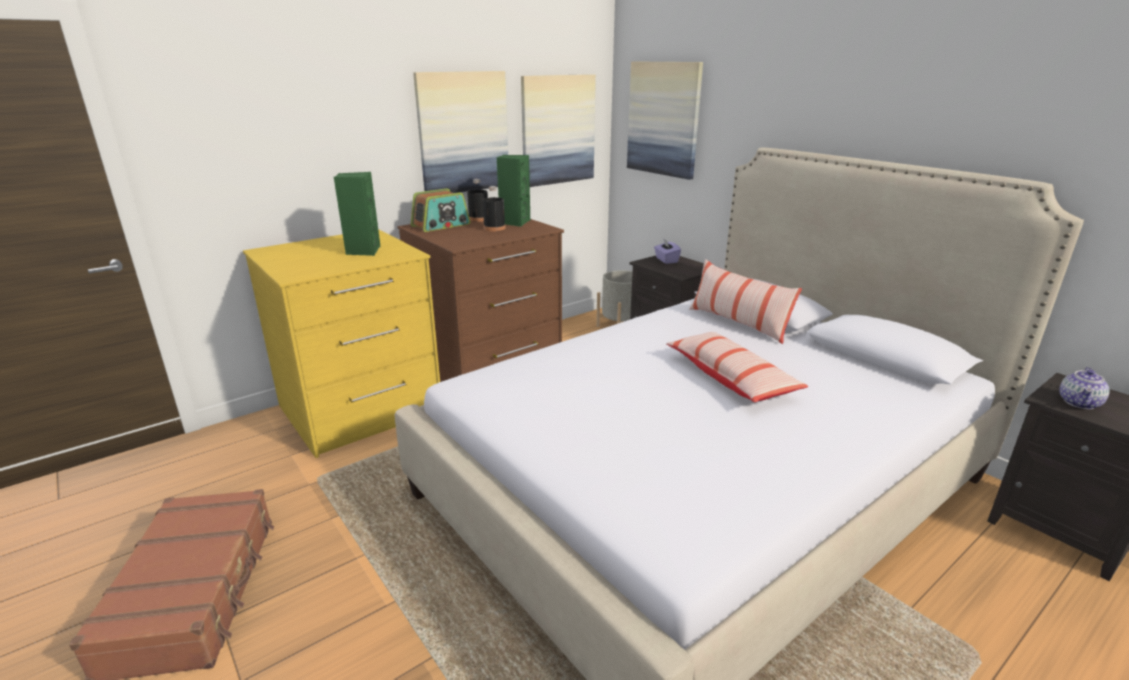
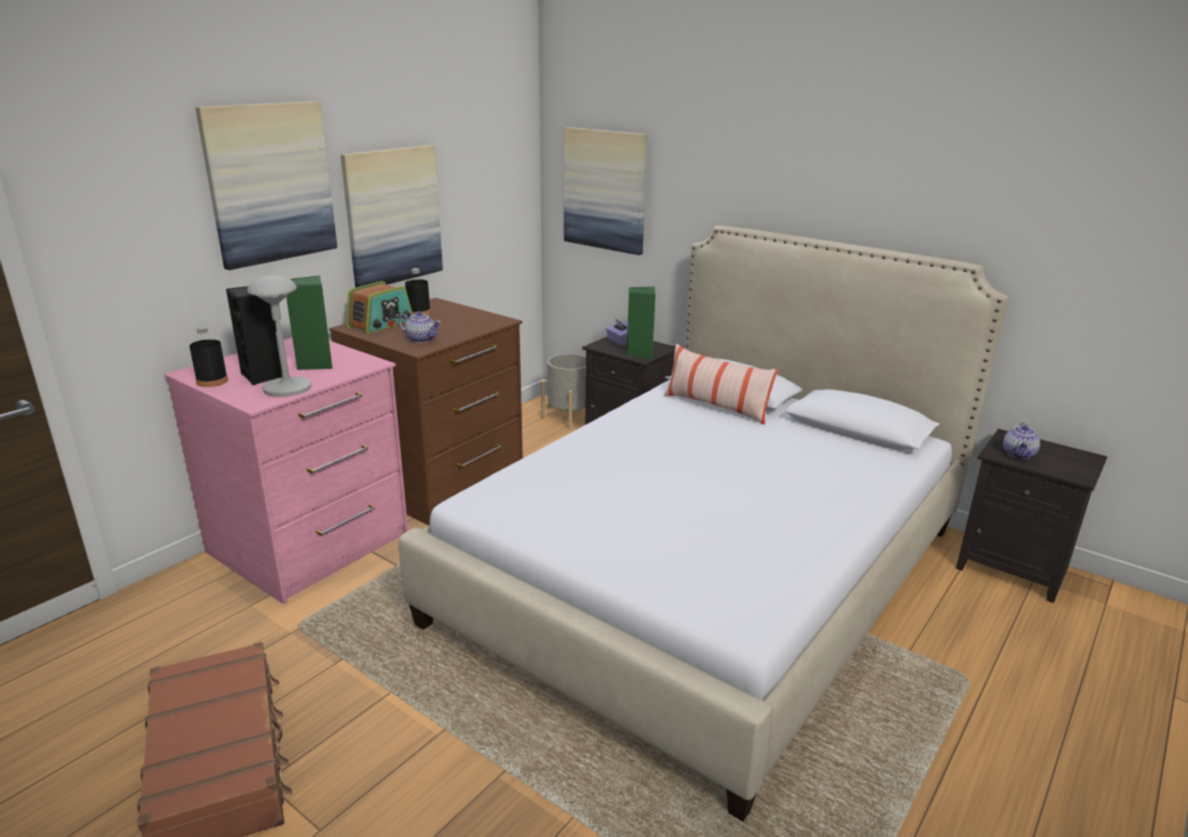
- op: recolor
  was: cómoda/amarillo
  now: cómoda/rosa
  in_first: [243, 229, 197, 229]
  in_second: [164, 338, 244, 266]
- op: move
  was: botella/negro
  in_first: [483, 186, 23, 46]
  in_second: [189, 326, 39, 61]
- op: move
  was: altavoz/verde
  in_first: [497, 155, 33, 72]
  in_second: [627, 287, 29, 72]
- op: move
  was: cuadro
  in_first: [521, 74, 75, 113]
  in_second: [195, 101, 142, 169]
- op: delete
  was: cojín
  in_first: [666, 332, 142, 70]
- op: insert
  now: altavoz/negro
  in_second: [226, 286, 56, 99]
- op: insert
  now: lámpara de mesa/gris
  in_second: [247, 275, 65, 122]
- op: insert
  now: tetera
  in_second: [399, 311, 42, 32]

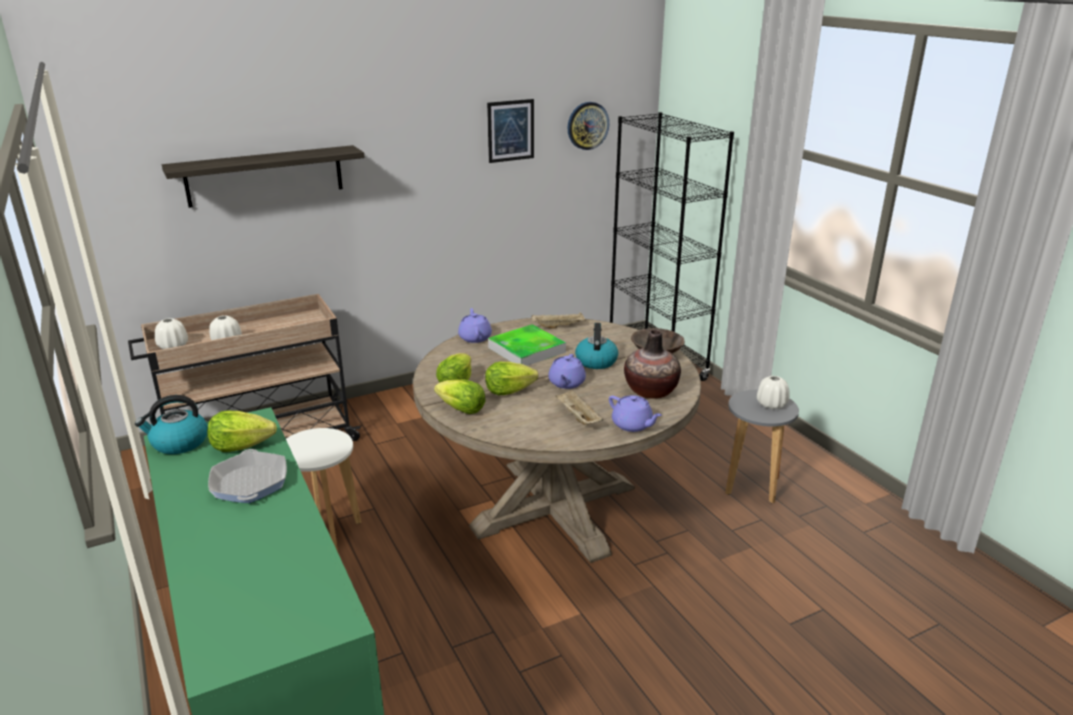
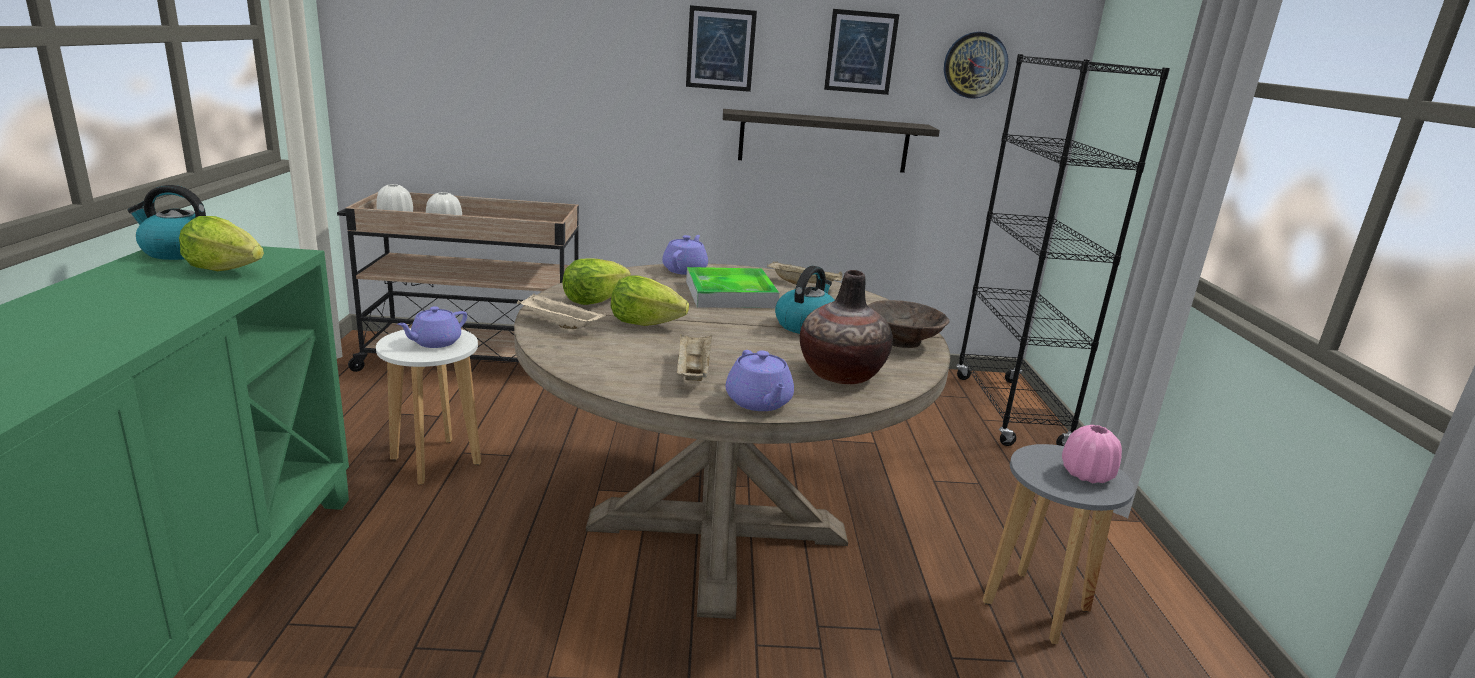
- op: move
  was: estante
  in_first: [162, 145, 203, 63]
  in_second: [723, 109, 217, 64]
- op: delete
  was: sartén
  in_first: [208, 449, 79, 54]
- op: replace
  was: lechuga
  now: bandeja/beis
  in_first: [434, 379, 51, 35]
  in_second: [517, 293, 89, 36]
- op: move
  was: tetera/morado
  in_first: [548, 354, 38, 35]
  in_second: [397, 306, 70, 42]
- op: recolor
  was: florero/blanco
  now: florero/rosa
  in_first: [757, 376, 33, 33]
  in_second: [1062, 425, 60, 58]
- op: insert
  now: cuadro
  in_second: [686, 5, 71, 87]

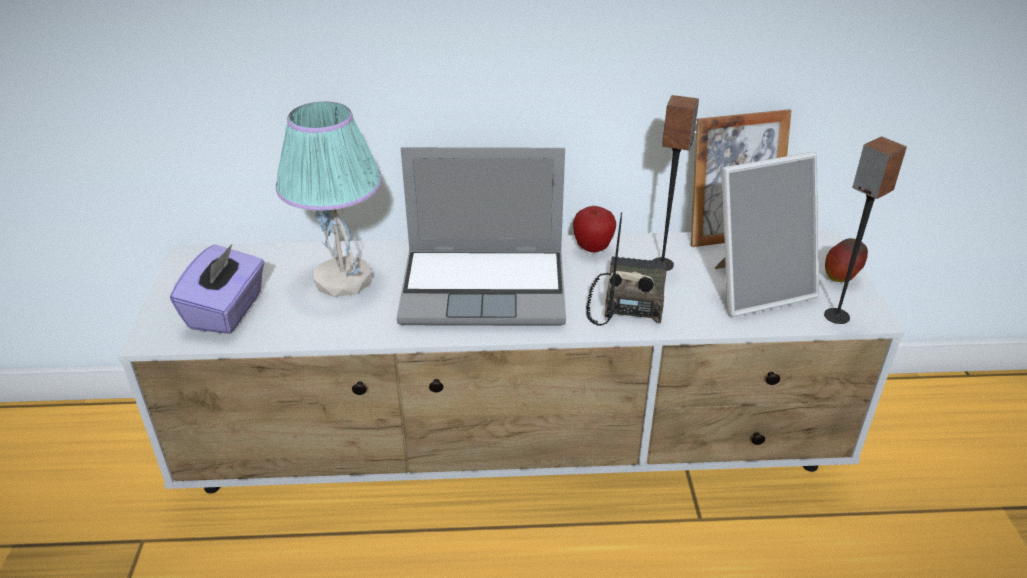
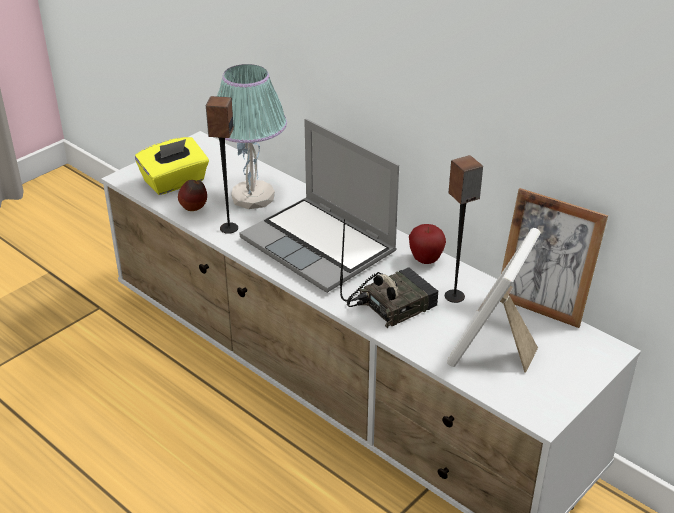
- op: recolor
  was: caja de pañuelos/morado
  now: caja de pañuelos/amarillo
  in_first: [170, 244, 95, 90]
  in_second: [135, 137, 74, 58]
- op: rotate
  was: portarretratos
  in_first: [715, 152, 104, 165]
  in_second: [447, 228, 94, 144]
  clockwise: 90
- op: move
  was: altavoz
  in_first: [824, 136, 83, 188]
  in_second: [206, 96, 32, 138]
- op: move
  was: manzana
  in_first: [825, 238, 43, 44]
  in_second: [178, 180, 29, 31]

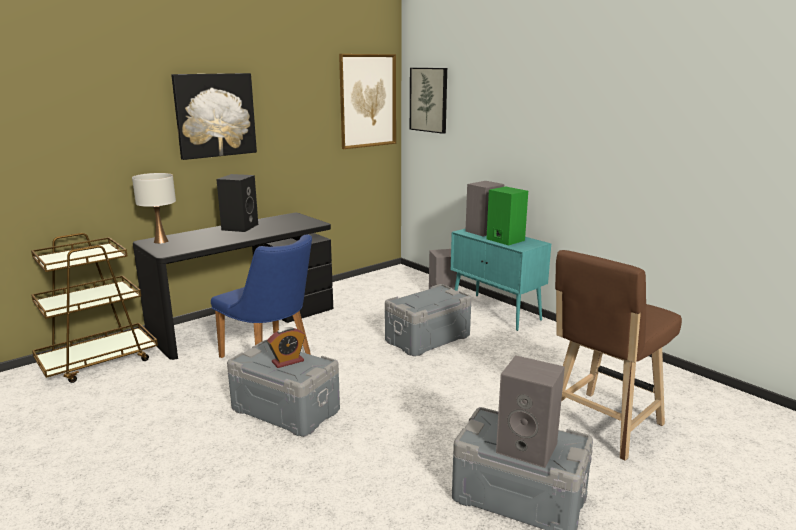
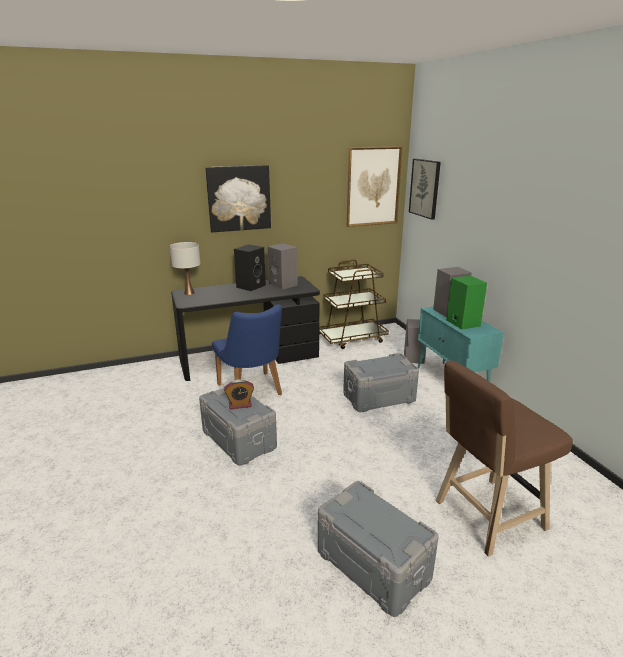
- op: move
  was: carrito/marrón
  in_first: [31, 233, 127, 150]
  in_second: [319, 260, 70, 89]
- op: move
  was: altavoz/gris
  in_first: [496, 355, 69, 113]
  in_second: [267, 243, 31, 47]

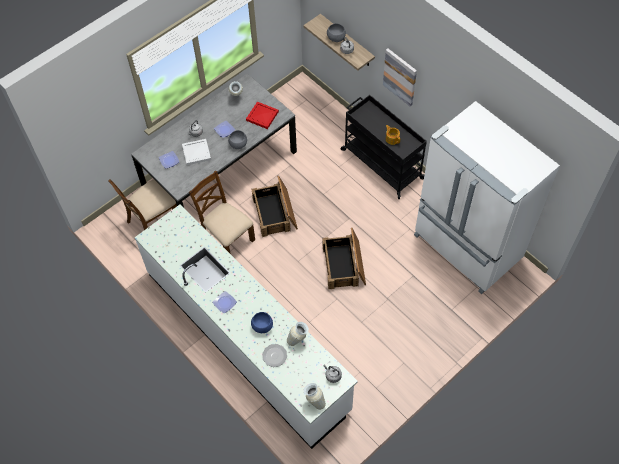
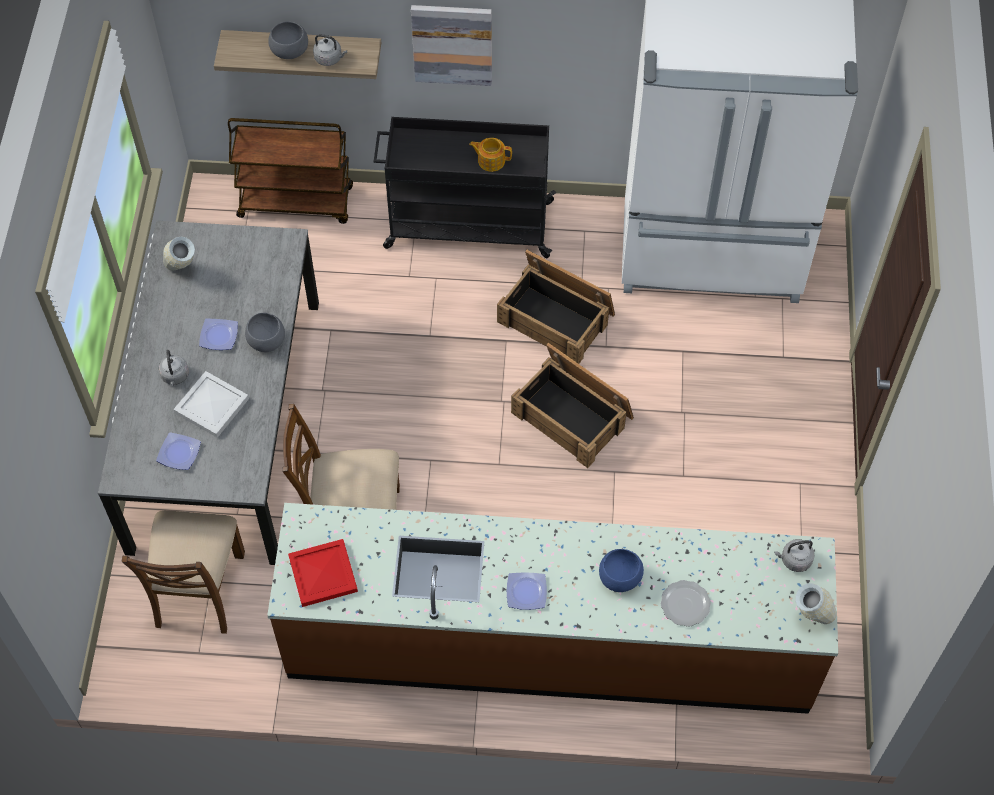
- op: recolor
  was: mueble bajo de cocina/blanco
  now: mueble bajo de cocina/marrón
  in_first: [134, 204, 224, 245]
  in_second: [267, 503, 571, 211]
- op: move
  was: bandeja/rojo
  in_first: [246, 102, 33, 27]
  in_second: [288, 539, 70, 68]
- op: move
  was: caja de embalaje
  in_first: [252, 176, 46, 61]
  in_second: [497, 250, 118, 114]
- op: delete
  was: florero
  in_first: [287, 322, 22, 24]
- op: insert
  now: carrito/marrón
  in_second: [228, 118, 125, 106]

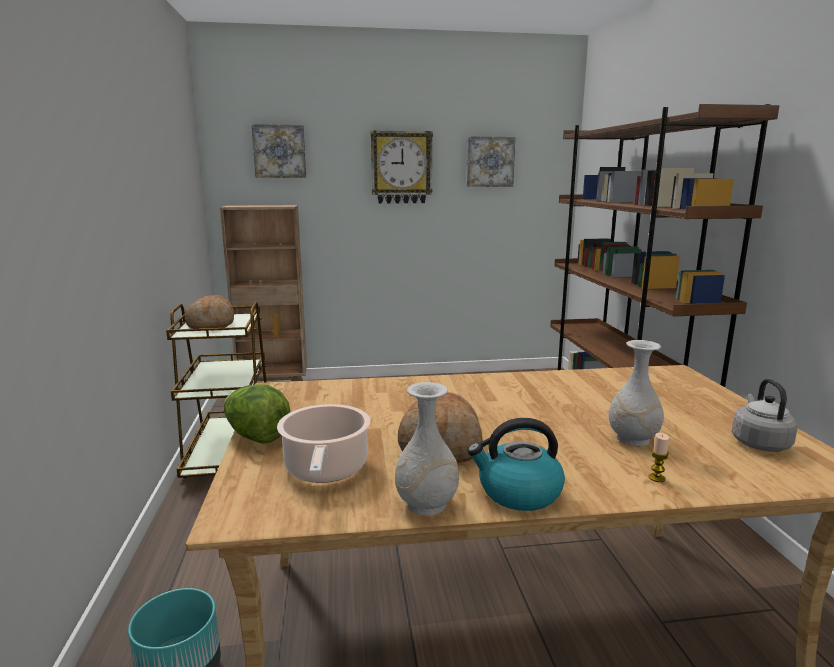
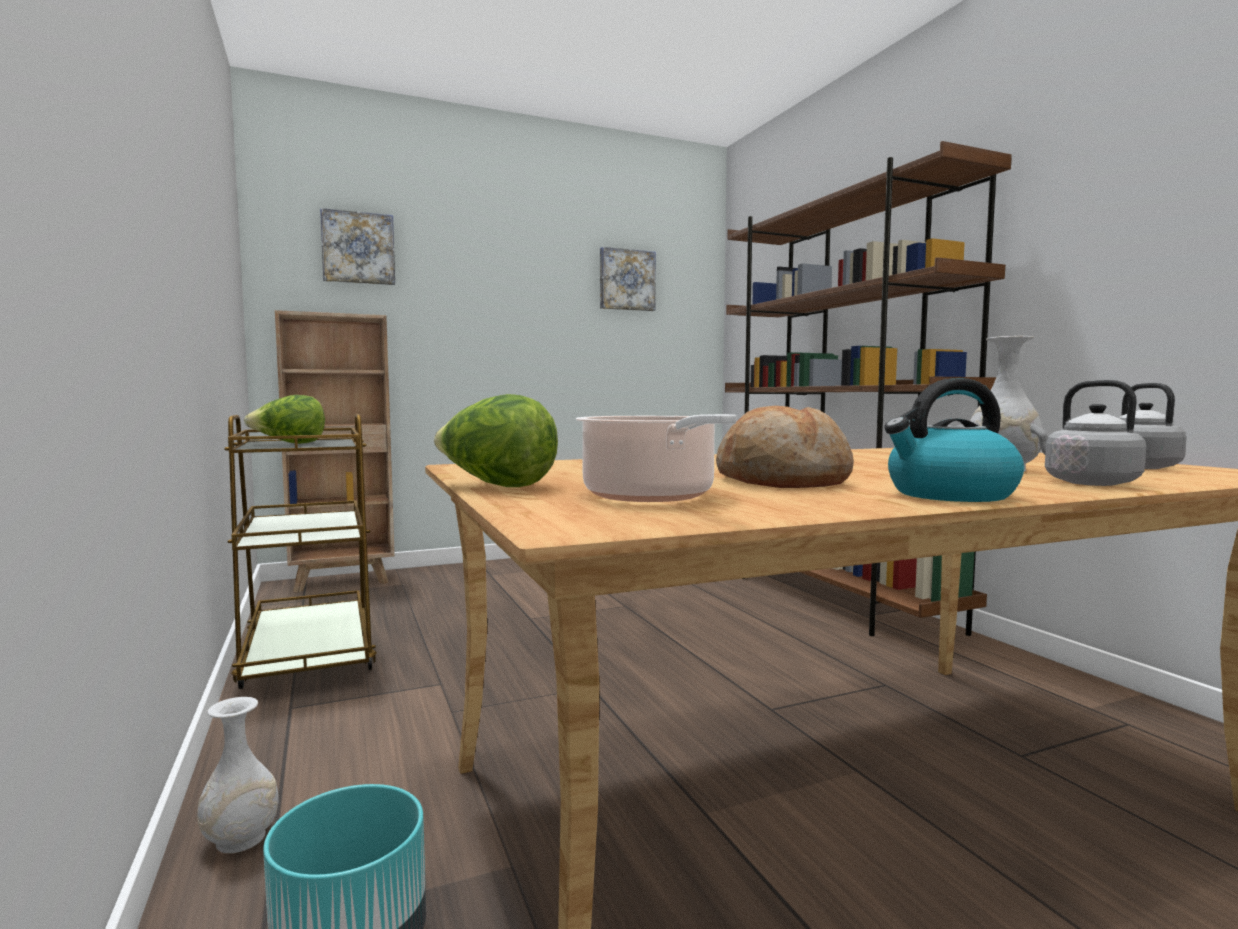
- op: replace
  was: pan
  now: lechuga
  in_first: [185, 295, 49, 34]
  in_second: [244, 395, 81, 49]
- op: delete
  was: reloj de pared
  in_first: [371, 130, 62, 74]
- op: move
  was: florero/blanco
  in_first: [395, 382, 64, 134]
  in_second: [197, 697, 82, 156]
- op: replace
  was: vela
  now: hervidor/gris
  in_first: [648, 433, 21, 49]
  in_second: [1030, 380, 116, 106]

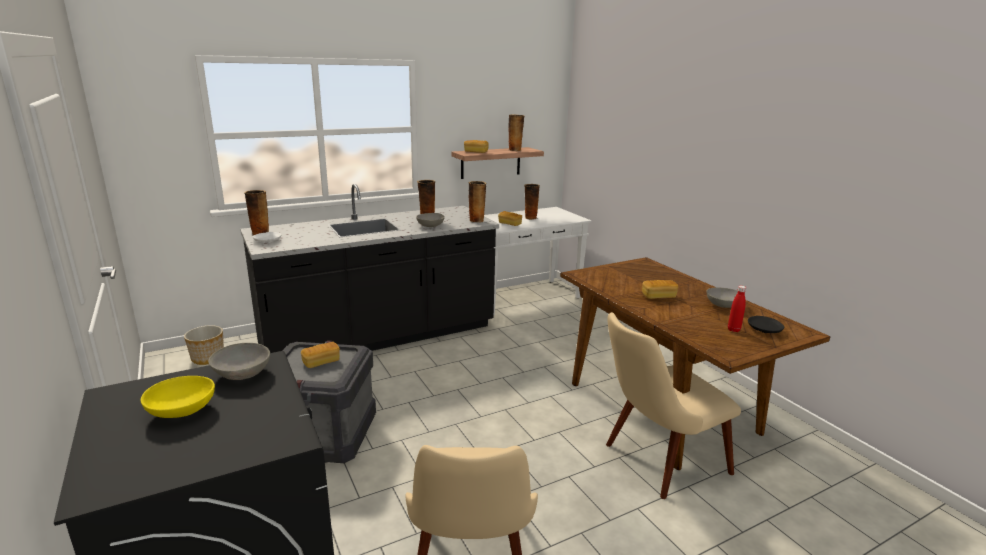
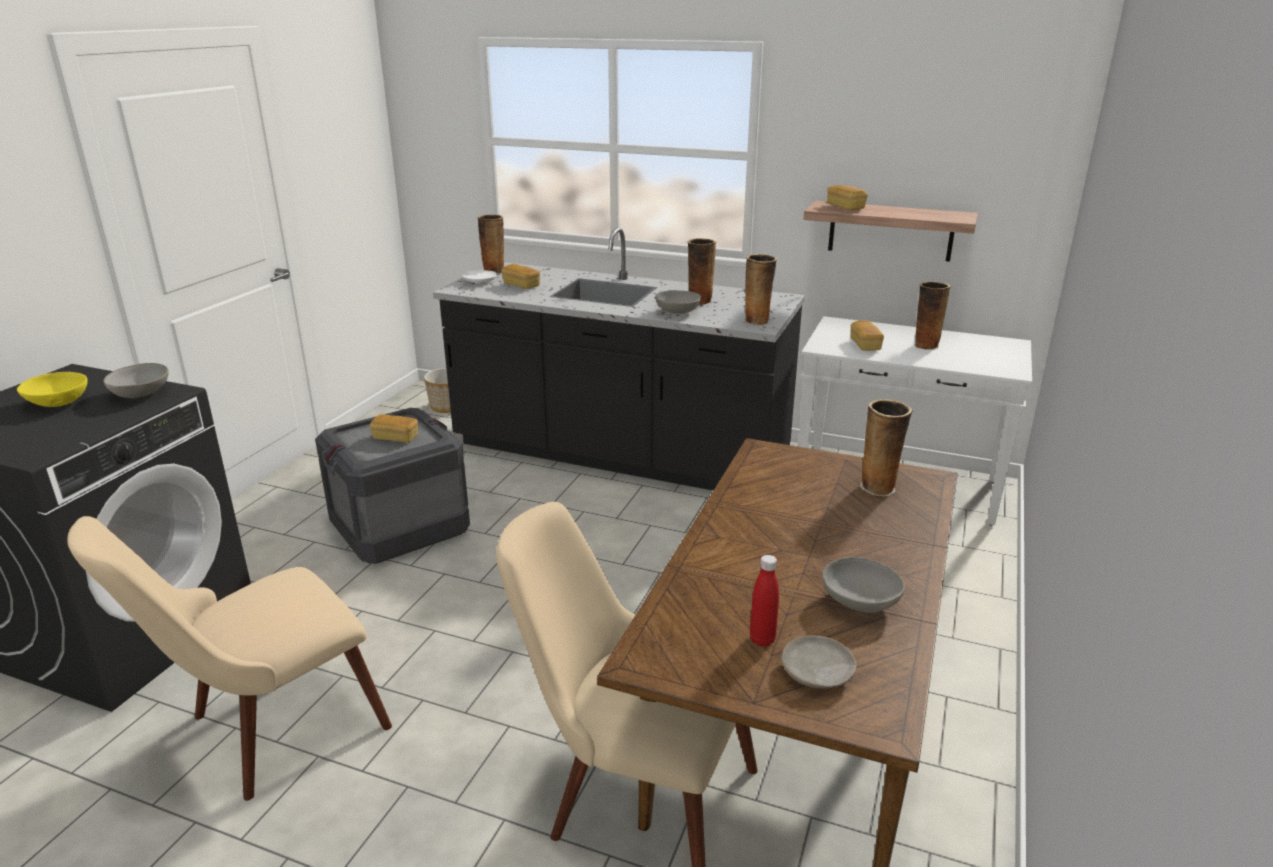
- op: move
  was: florero
  in_first: [508, 115, 16, 36]
  in_second: [859, 399, 54, 97]
- op: move
  was: pan
  in_first: [642, 280, 36, 19]
  in_second: [502, 264, 38, 25]
- op: recolor
  was: plato/negro
  now: plato/beis
  in_first: [748, 316, 36, 17]
  in_second: [782, 636, 75, 53]

